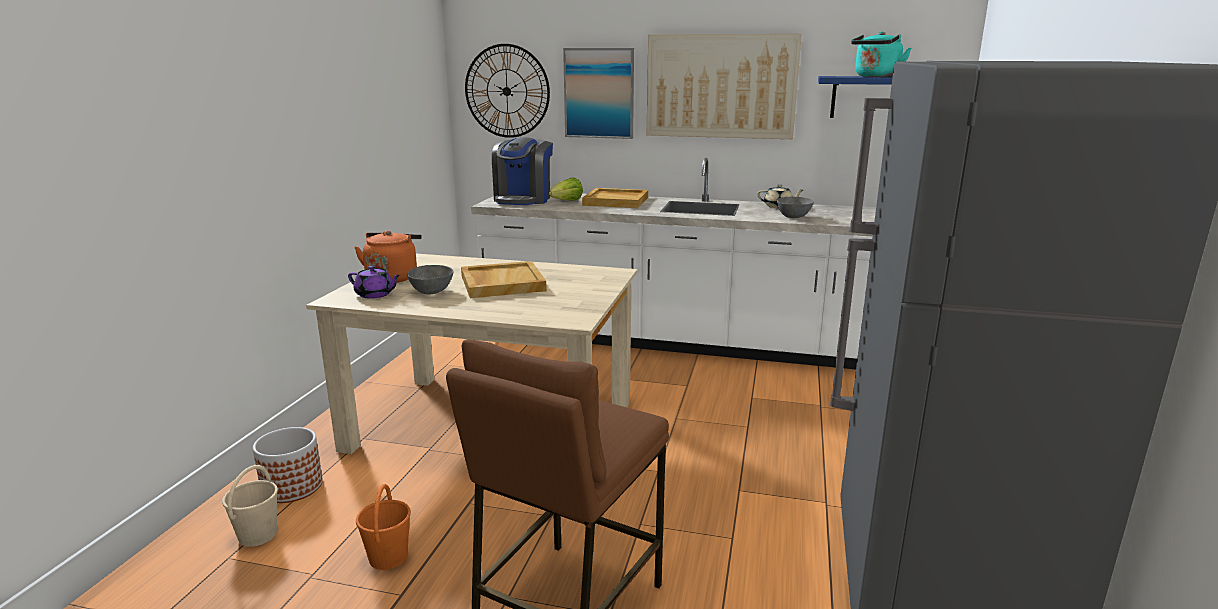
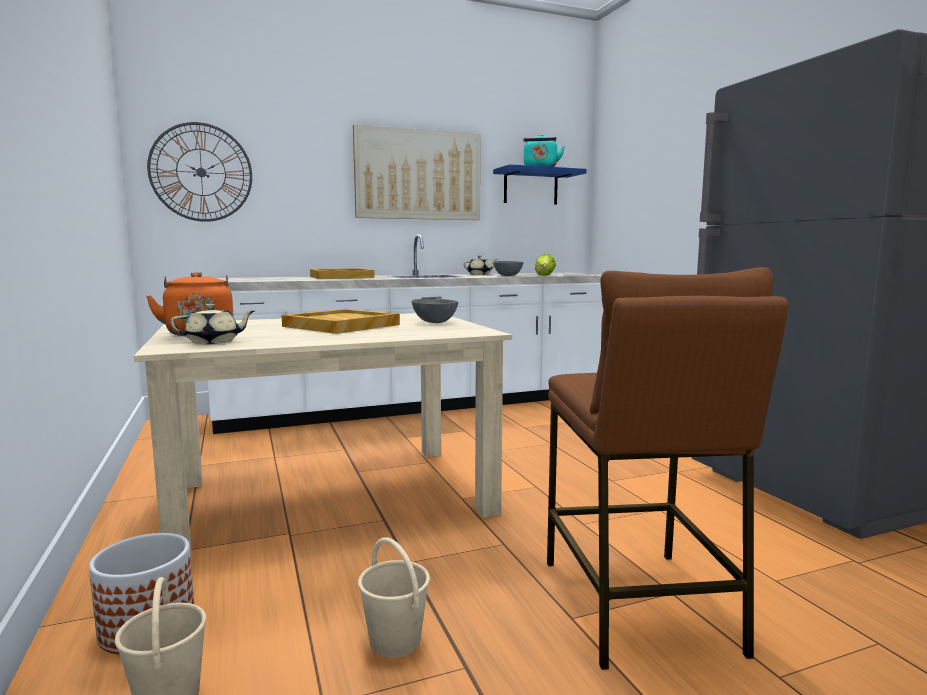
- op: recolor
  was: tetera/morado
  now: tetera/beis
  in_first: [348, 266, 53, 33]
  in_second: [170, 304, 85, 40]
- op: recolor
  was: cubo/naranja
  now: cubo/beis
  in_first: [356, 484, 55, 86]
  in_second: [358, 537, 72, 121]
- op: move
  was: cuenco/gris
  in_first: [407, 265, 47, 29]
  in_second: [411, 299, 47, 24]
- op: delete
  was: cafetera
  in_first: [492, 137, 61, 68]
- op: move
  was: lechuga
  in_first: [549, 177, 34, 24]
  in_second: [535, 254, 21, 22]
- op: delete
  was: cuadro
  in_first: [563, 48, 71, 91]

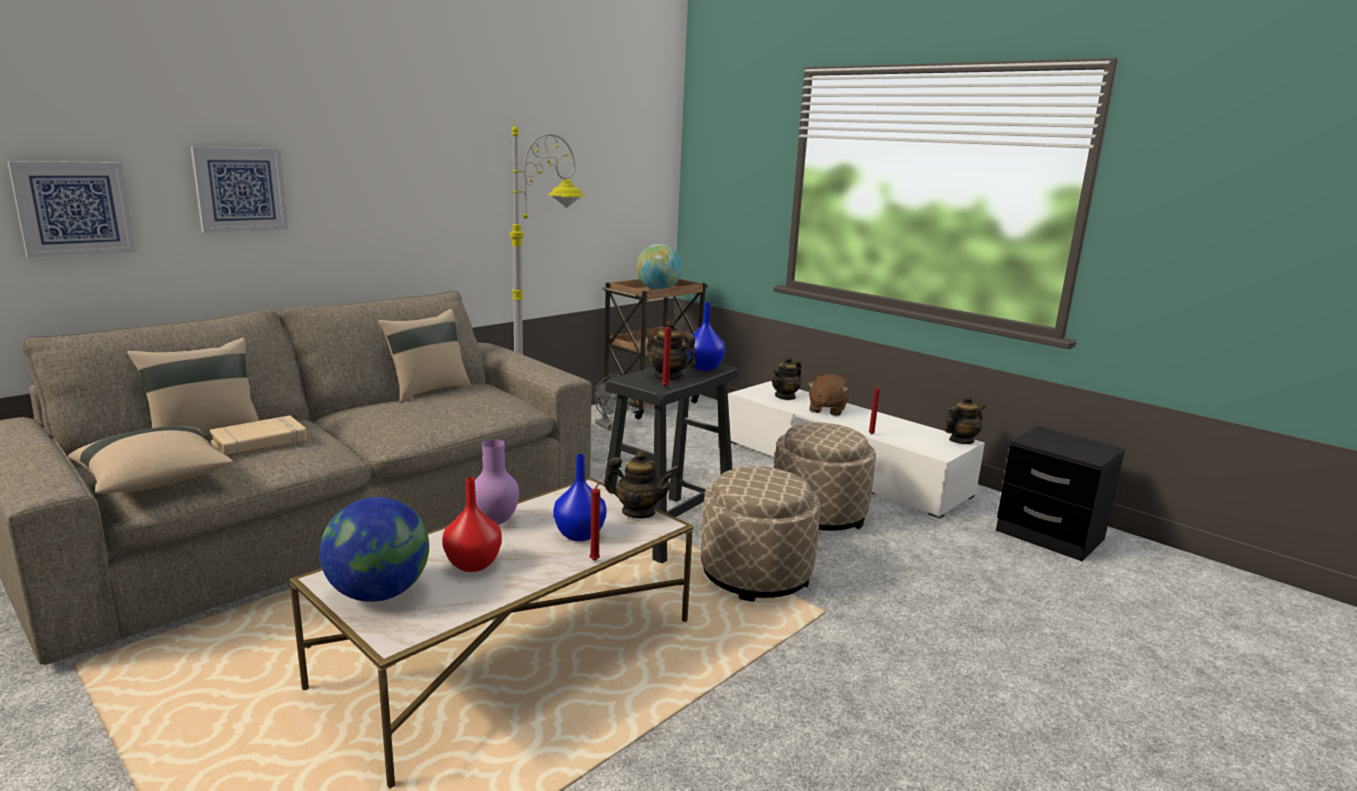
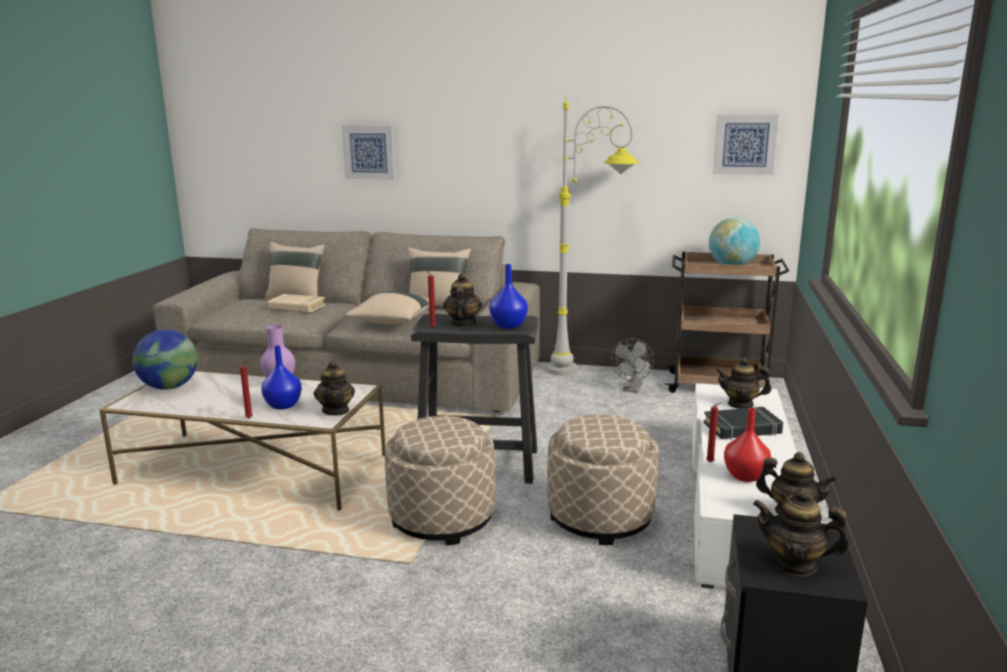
- op: move
  was: cuadro
  in_first: [7, 161, 129, 97]
  in_second: [713, 114, 66, 61]
- op: move
  was: cojín/beis
  in_first: [68, 426, 165, 68]
  in_second: [345, 292, 84, 32]
- op: move
  was: florero/rojo
  in_first: [442, 477, 60, 95]
  in_second: [724, 408, 47, 74]
- op: replace
  was: peluche/marrón
  now: libro/negro
  in_first: [808, 374, 41, 42]
  in_second: [704, 407, 79, 32]
- op: insert
  now: tetera
  in_second: [753, 489, 97, 87]

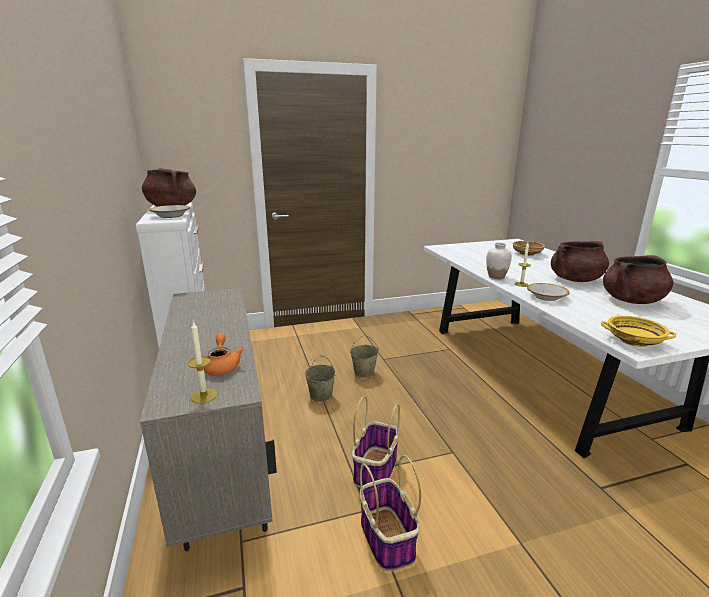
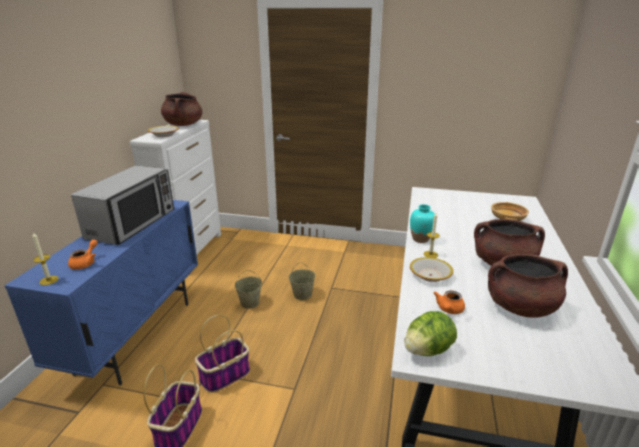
- op: recolor
  was: armario/beis
  now: armario/azul
  in_first: [140, 288, 137, 263]
  in_second: [4, 200, 194, 185]
- op: recolor
  was: florero/blanco
  now: florero/turquesa
  in_first: [486, 243, 26, 36]
  in_second: [410, 204, 25, 39]
- op: replace
  was: cuenco/amarillo
  now: lechuga
  in_first: [601, 316, 75, 31]
  in_second: [404, 311, 53, 45]
- op: insert
  now: microondas
  in_second: [71, 165, 103, 80]
- op: insert
  now: tetera/naranja
  in_second: [434, 290, 31, 24]

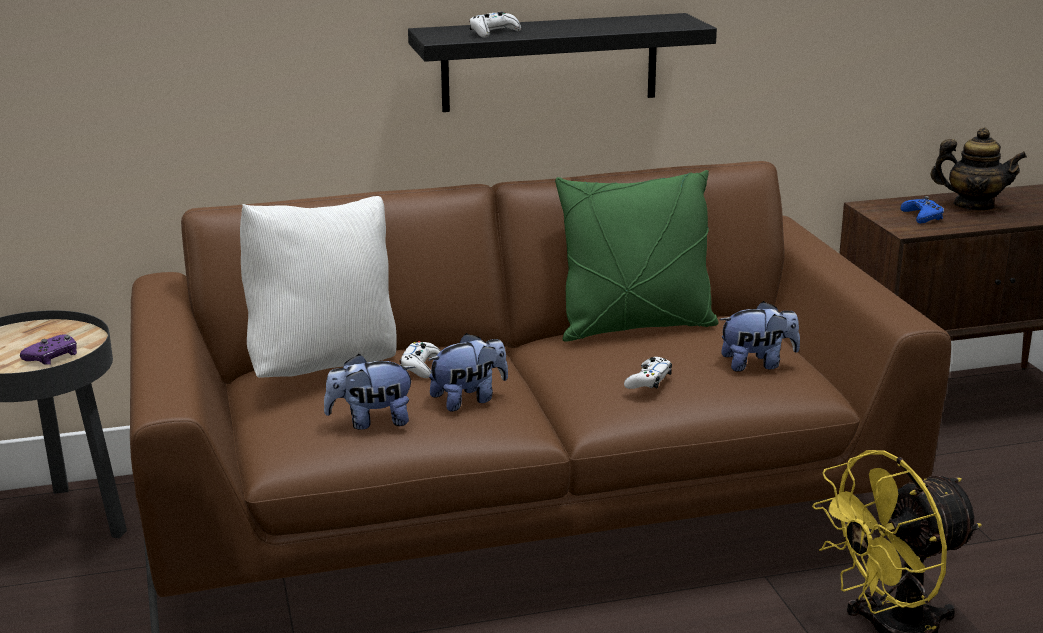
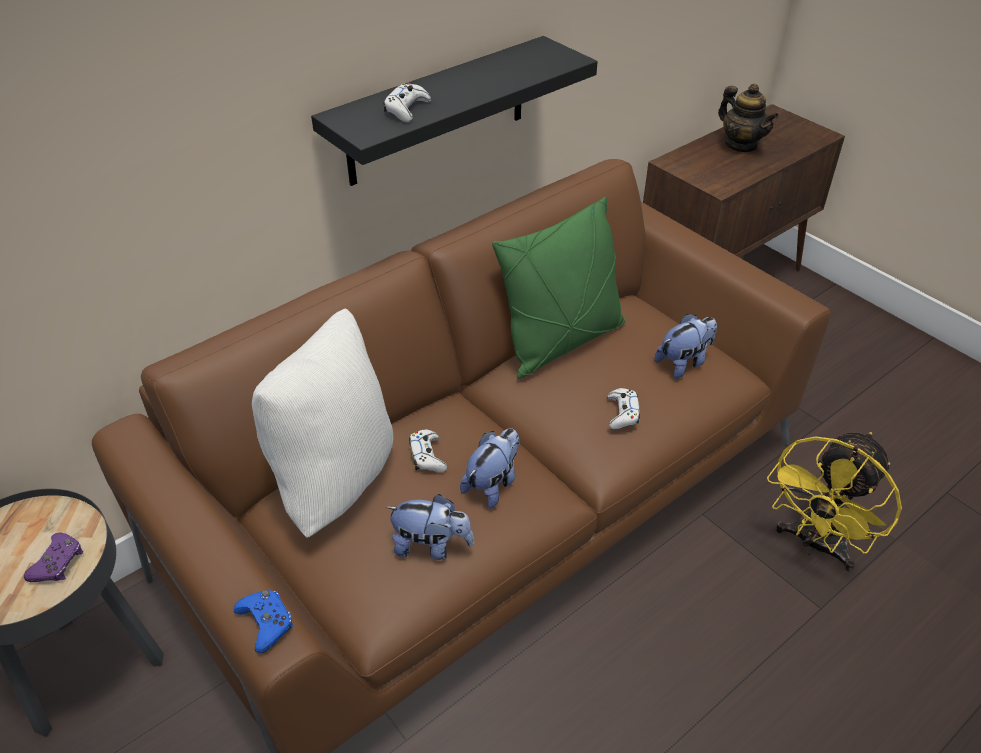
- op: rotate
  was: peluche
  in_first: [324, 354, 91, 76]
  in_second: [385, 494, 89, 66]
  clockwise: -135
- op: move
  was: mando de consola/azul
  in_first: [900, 196, 44, 28]
  in_second: [234, 590, 59, 63]
- op: rotate
  was: tetera
  in_first: [930, 128, 97, 82]
  in_second: [718, 84, 61, 68]
  clockwise: 60

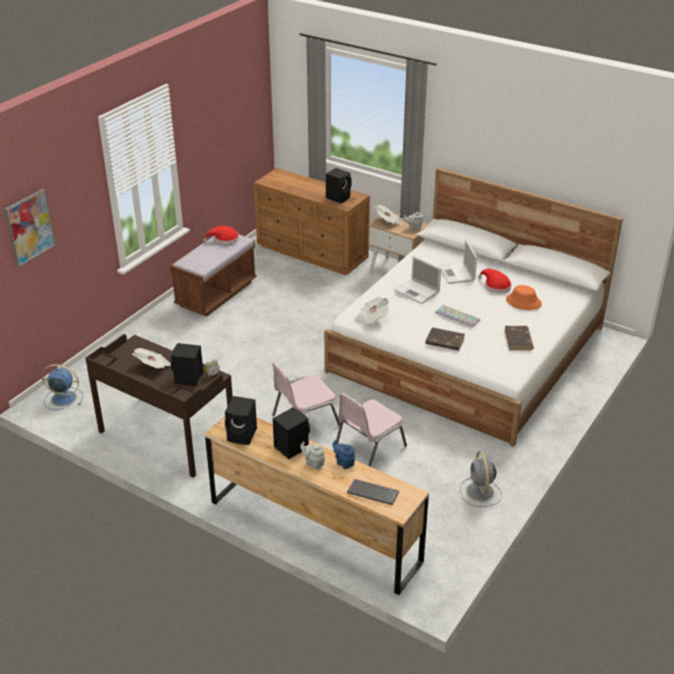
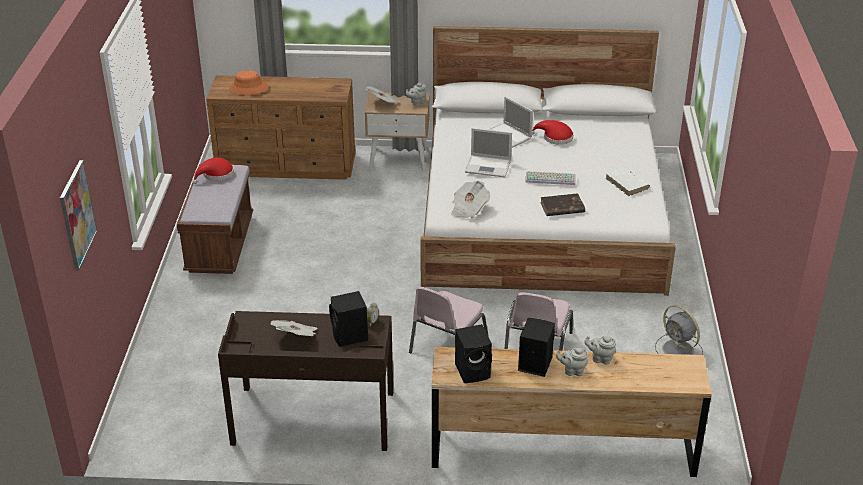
- op: delete
  was: ventilador/azul
  in_first: [42, 364, 41, 46]
- op: delete
  was: altavoz/negro
  in_first: [326, 168, 26, 35]
- op: recolor
  was: tetera/azul
  now: tetera/gris
  in_first: [332, 440, 23, 29]
  in_second: [584, 336, 32, 29]
- op: delete
  was: teclado
  in_first: [347, 479, 52, 26]
- op: recolor
  was: libro/marrón
  now: libro/blanco
  in_first: [504, 326, 30, 24]
  in_second: [605, 167, 45, 29]
- op: move
  was: sombrero/naranja
  in_first: [506, 285, 36, 25]
  in_second: [229, 70, 40, 25]

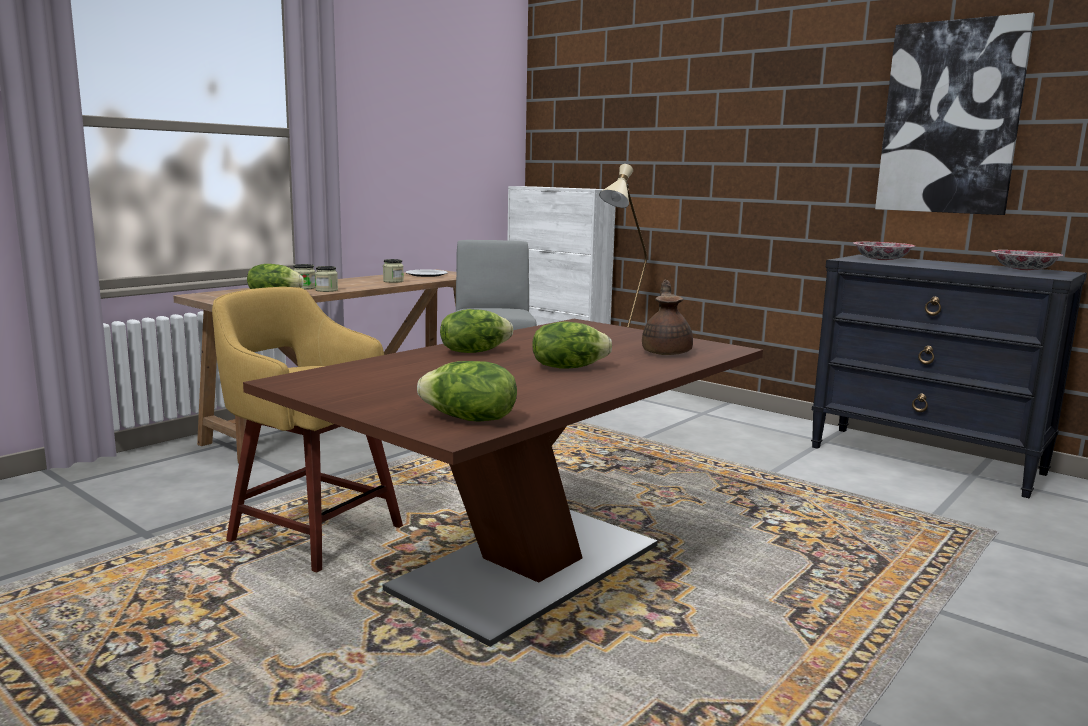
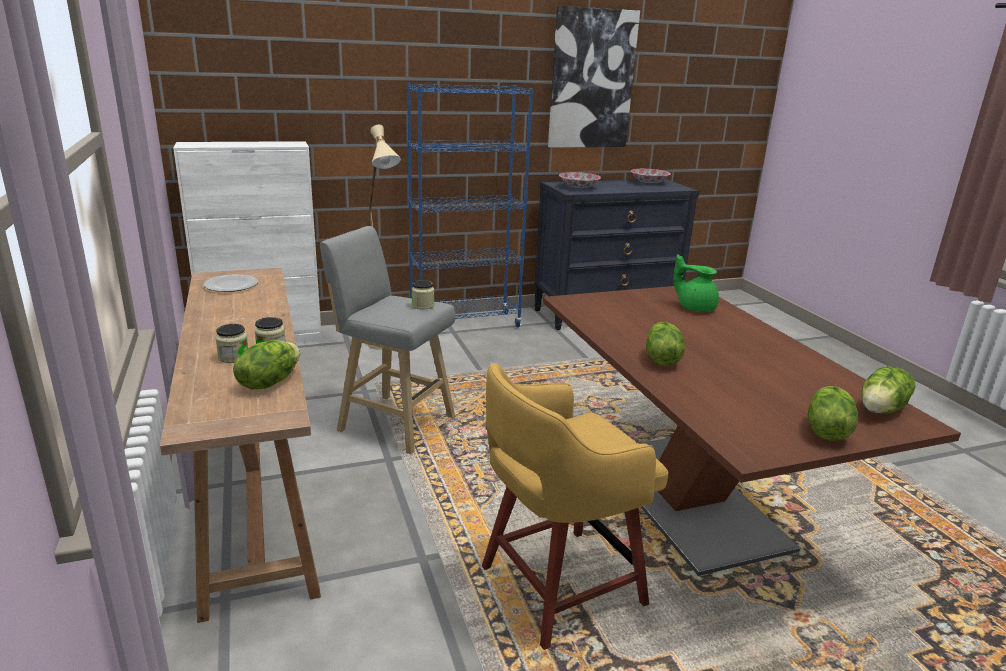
- op: move
  was: tarro
  in_first: [383, 259, 21, 24]
  in_second: [412, 280, 22, 29]
- op: move
  was: lechuga
  in_first: [532, 321, 80, 48]
  in_second: [808, 386, 50, 55]
- op: recolor
  was: tetera/marrón
  now: tetera/verde
  in_first: [642, 280, 51, 75]
  in_second: [674, 254, 45, 58]
- op: insert
  now: estantería/azul
  in_second: [407, 83, 126, 244]

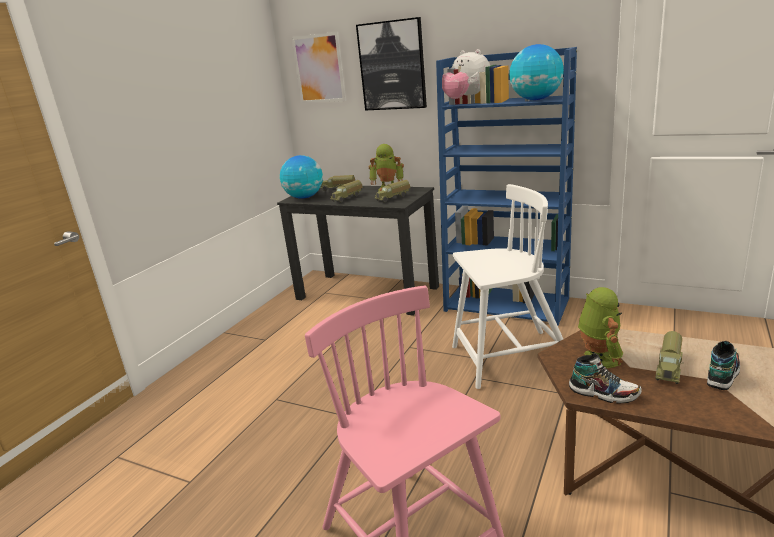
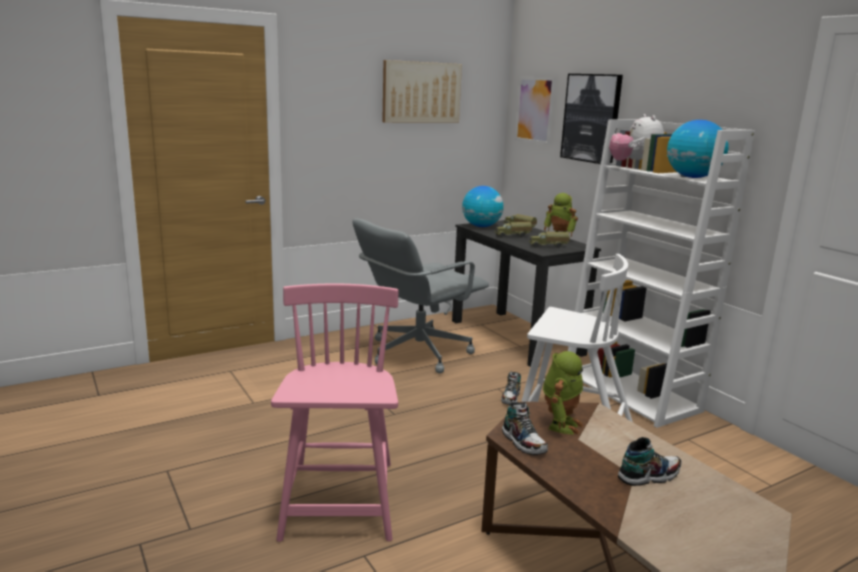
- op: recolor
  was: estantería/azul
  now: estantería/blanco
  in_first: [436, 47, 141, 279]
  in_second: [568, 119, 187, 309]
- op: delete
  was: camión de juguete
  in_first: [655, 331, 28, 53]
- op: insert
  now: silla de oficina/gris
  in_second: [352, 218, 137, 155]
- op: insert
  now: cuadro
  in_second: [382, 60, 80, 63]
- op: insert
  now: zapato
  in_second: [501, 372, 20, 33]

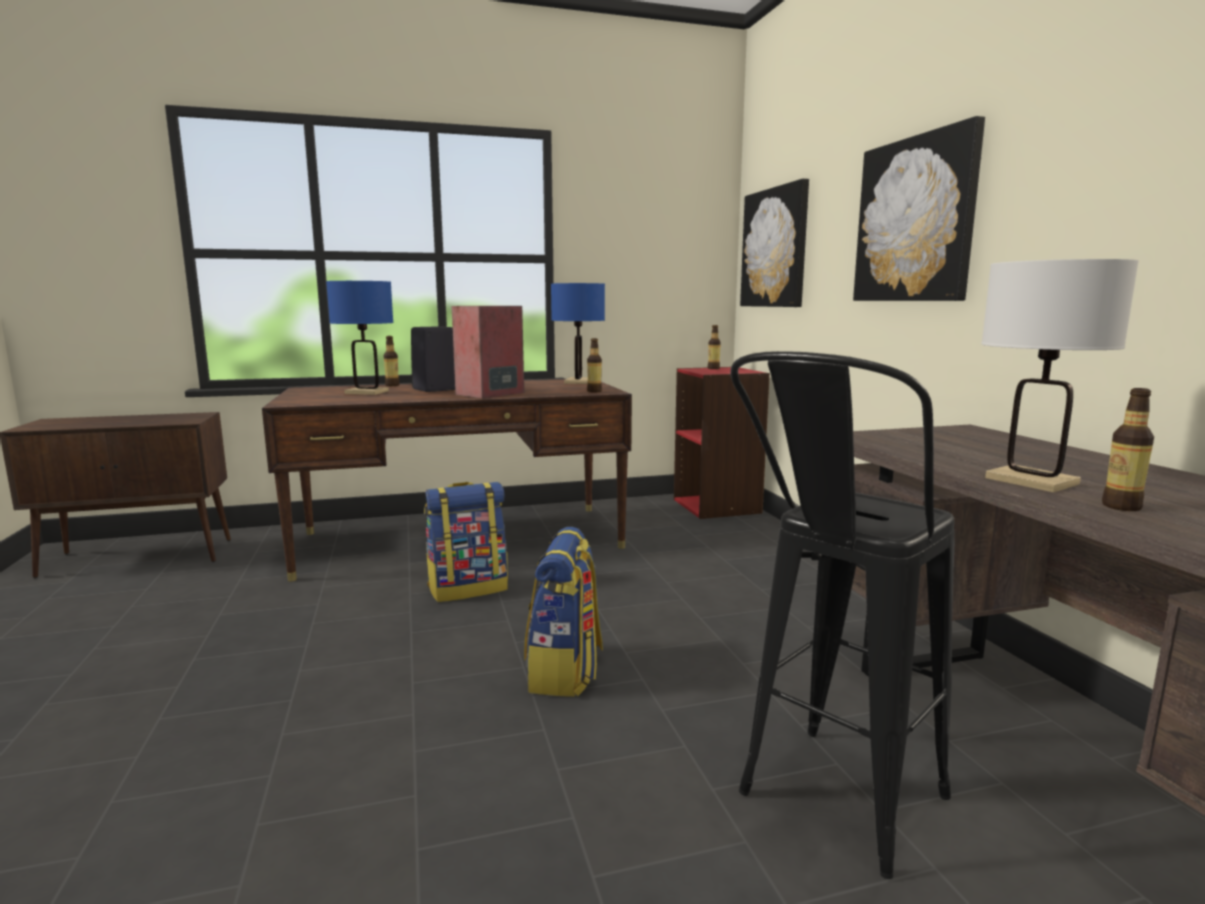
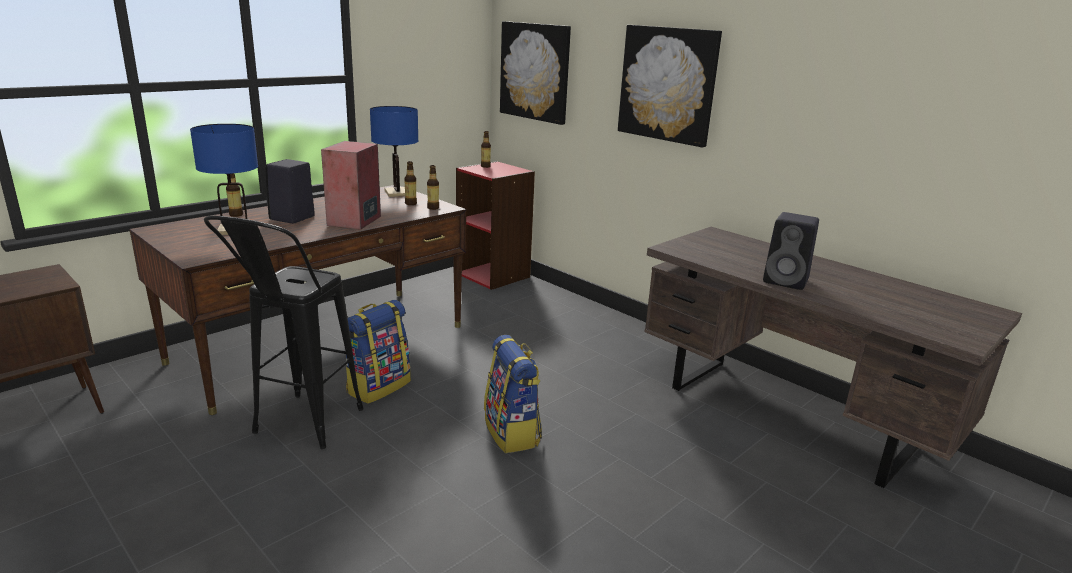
- op: move
  was: taburete/negro
  in_first: [730, 351, 225, 528]
  in_second: [204, 216, 160, 233]
- op: replace
  was: lámpara de mesa/blanco
  now: altavoz/negro
  in_first: [981, 259, 158, 233]
  in_second: [763, 212, 56, 78]
- op: move
  was: botella
  in_first: [1102, 388, 52, 123]
  in_second: [404, 161, 13, 44]

